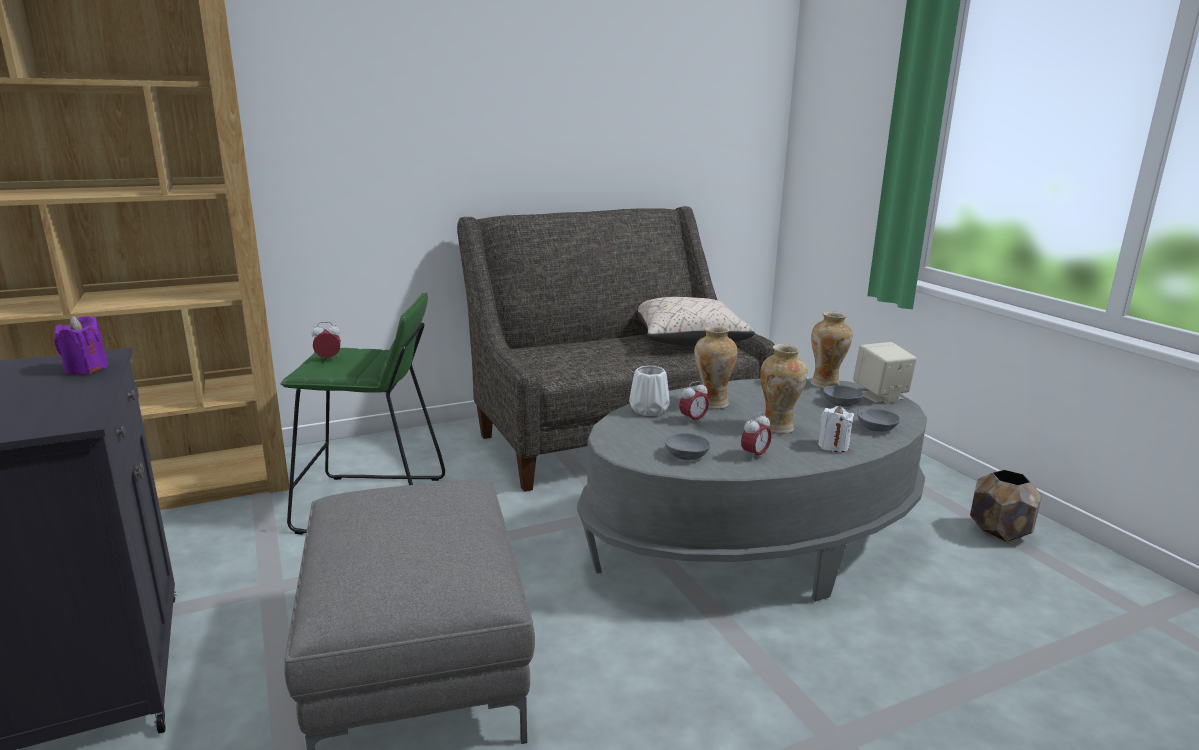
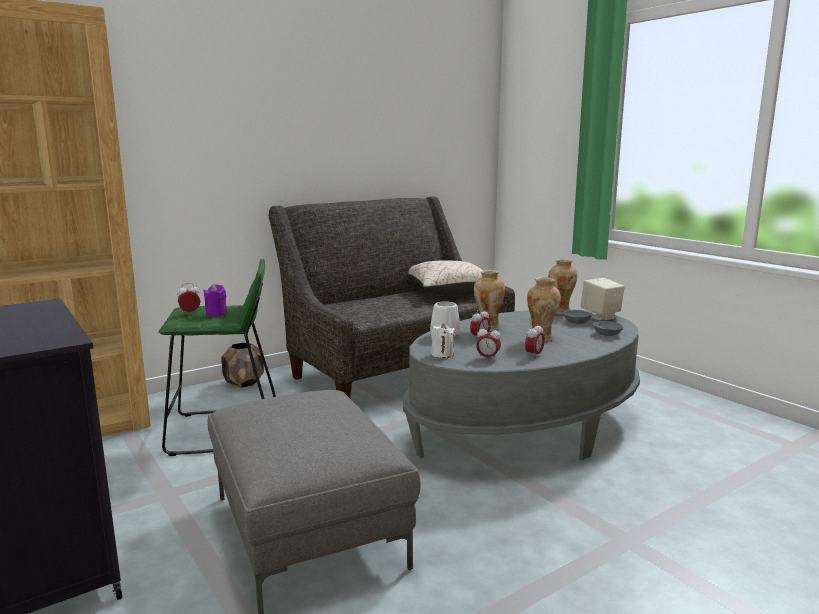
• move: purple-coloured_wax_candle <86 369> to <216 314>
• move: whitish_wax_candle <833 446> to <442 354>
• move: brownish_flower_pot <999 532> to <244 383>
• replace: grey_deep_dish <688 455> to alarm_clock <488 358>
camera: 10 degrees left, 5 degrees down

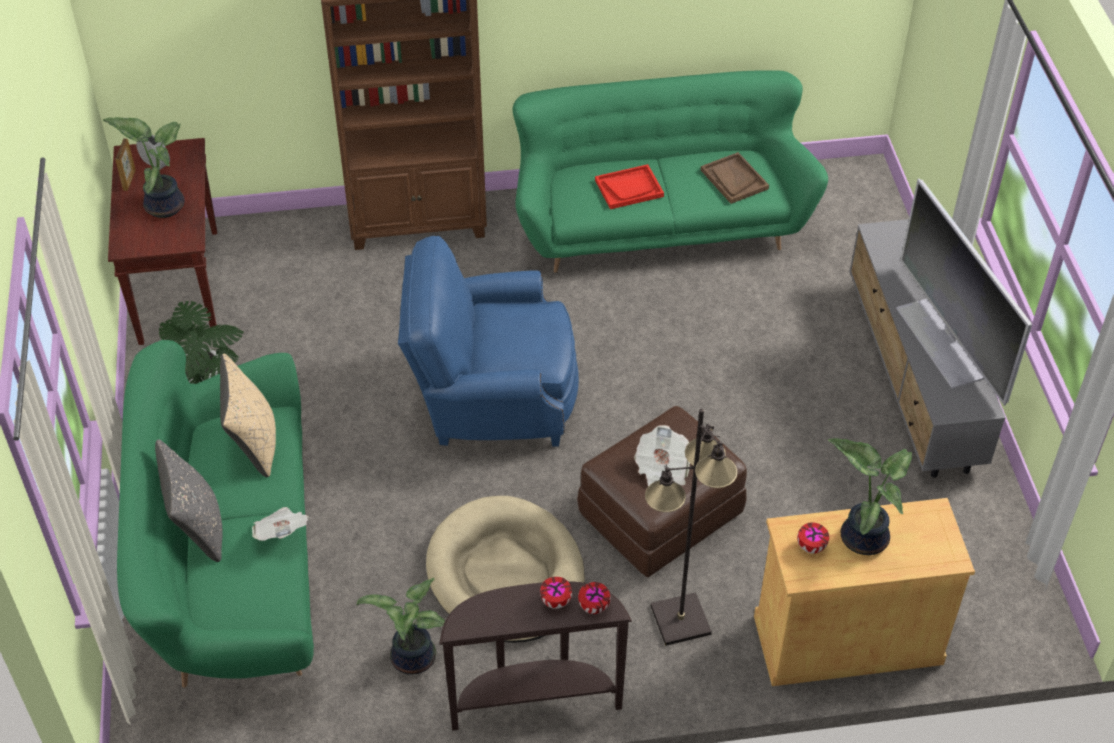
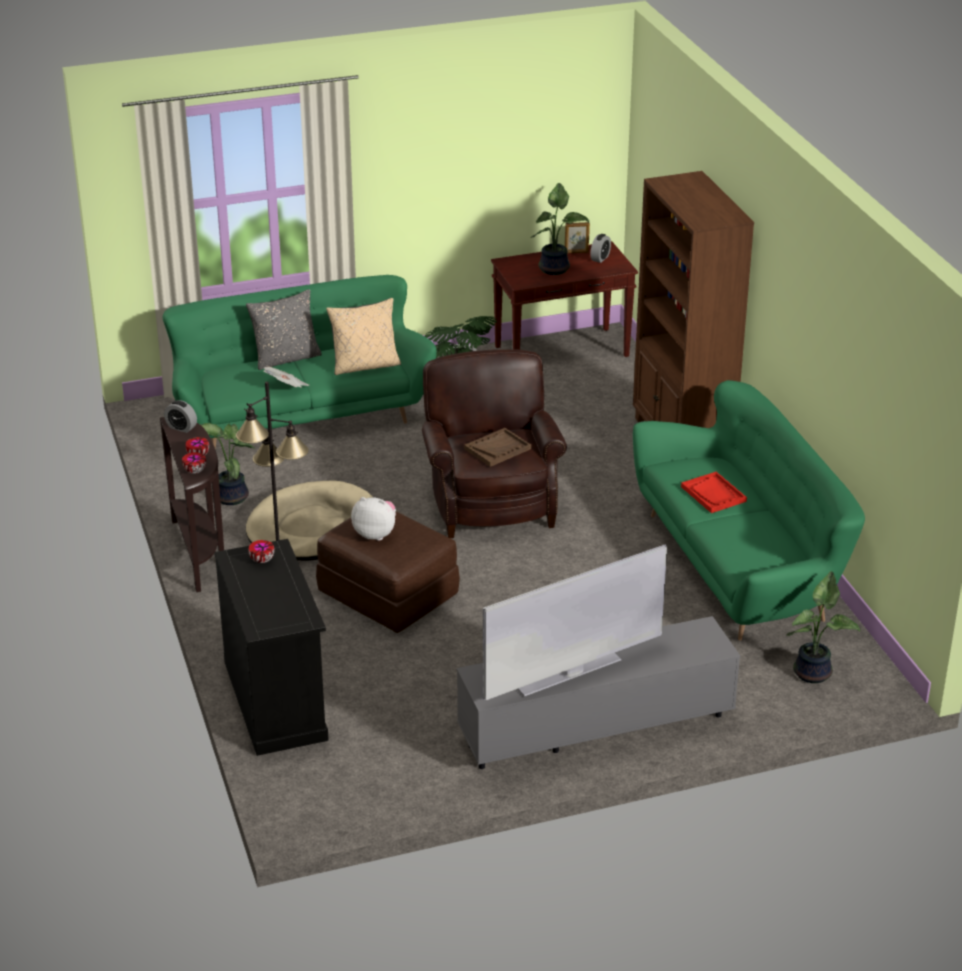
• insert: alarm_clock <181 427>
• move: brownish_carrying_tray <734 179> to <497 449>
• move: potted_plant <863 536> to <814 672>
• replace: newspaper <662 470> to cuddly_toy <375 534>
• recolor: blue-coloured_armchair <492 398> to brownish_armchair <491 501>
• recolor: beige_cupboard <847 639> to black_cupboard <276 700>
camera: 80 degrees right, 15 degrees down

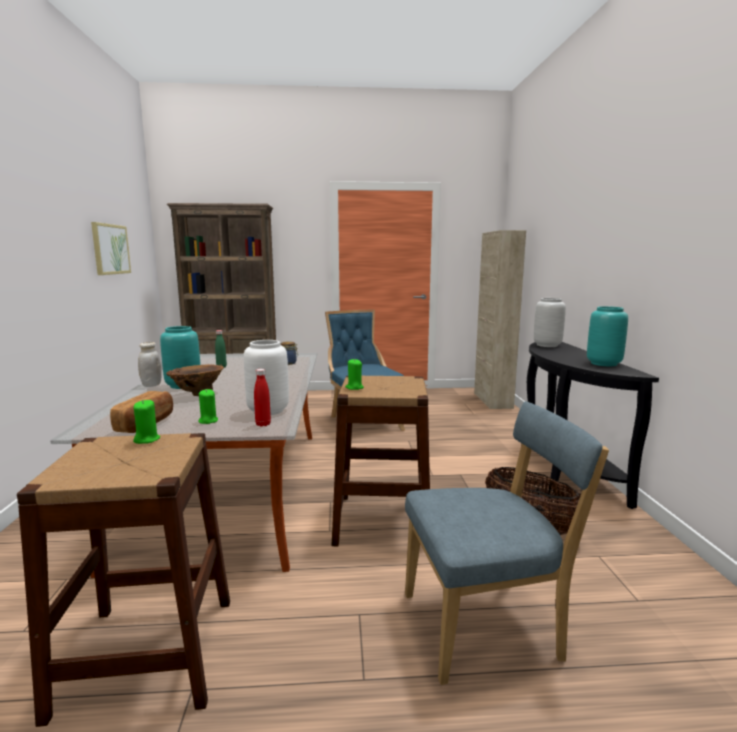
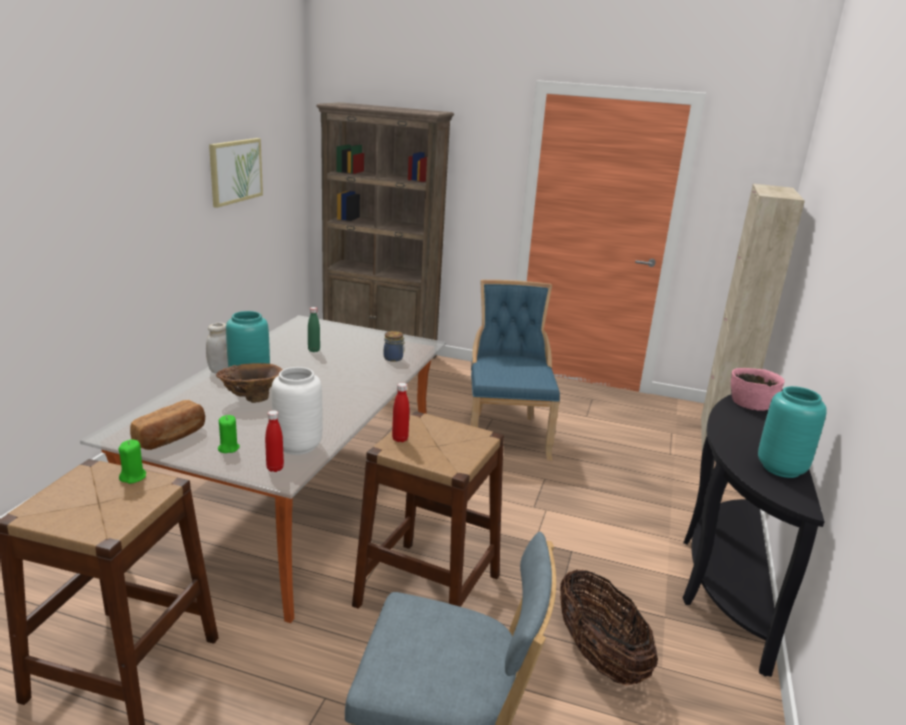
• replace: green_wax_candle <354 387> to red-coloured_bottle <400 439>
• replace: grey_vase <546 345> to pink-coloured_deep_dish <750 403>
camera: 20 degrees right, 10 degrees up

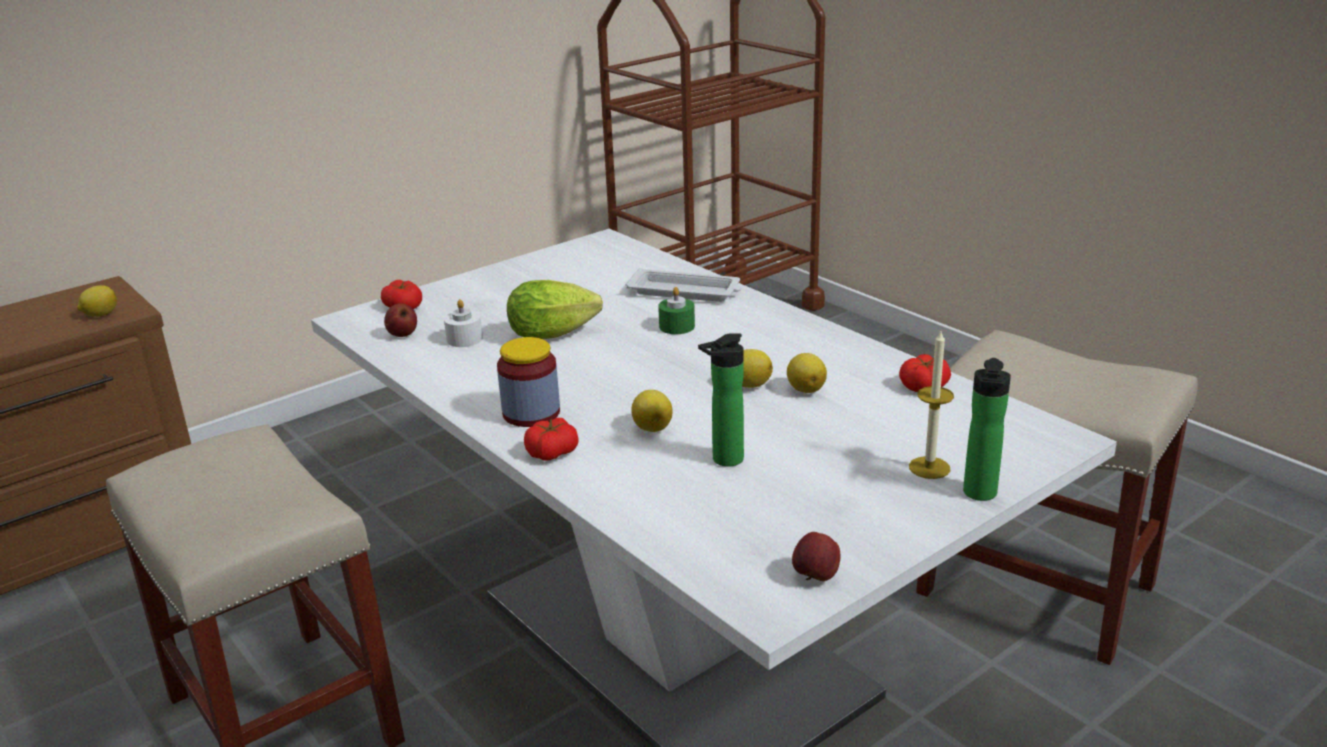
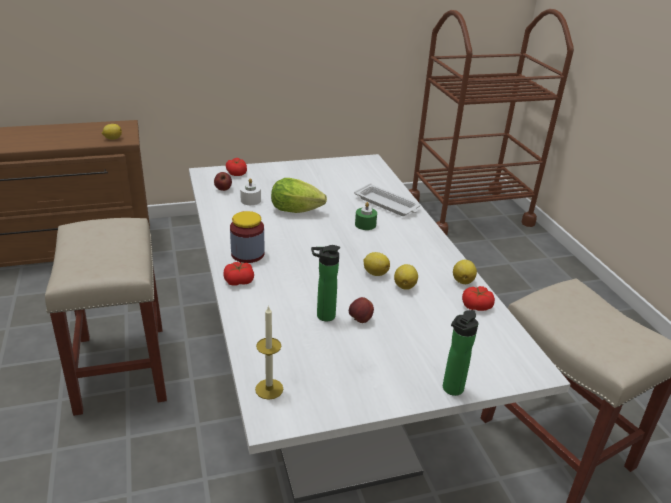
• move: whole_lemon <652 427> to <463 281>
• move: apple_fruit <815 577> to <360 320>
• move: wax_candle <929 467> to <269 389>
camera: 20 degrees right, 5 degrees up

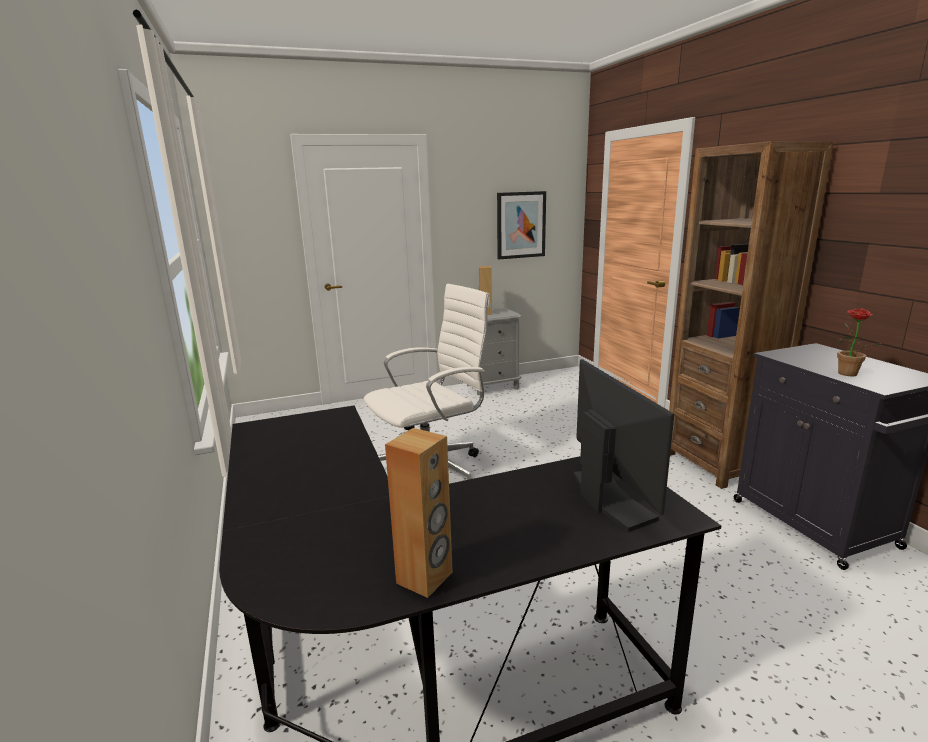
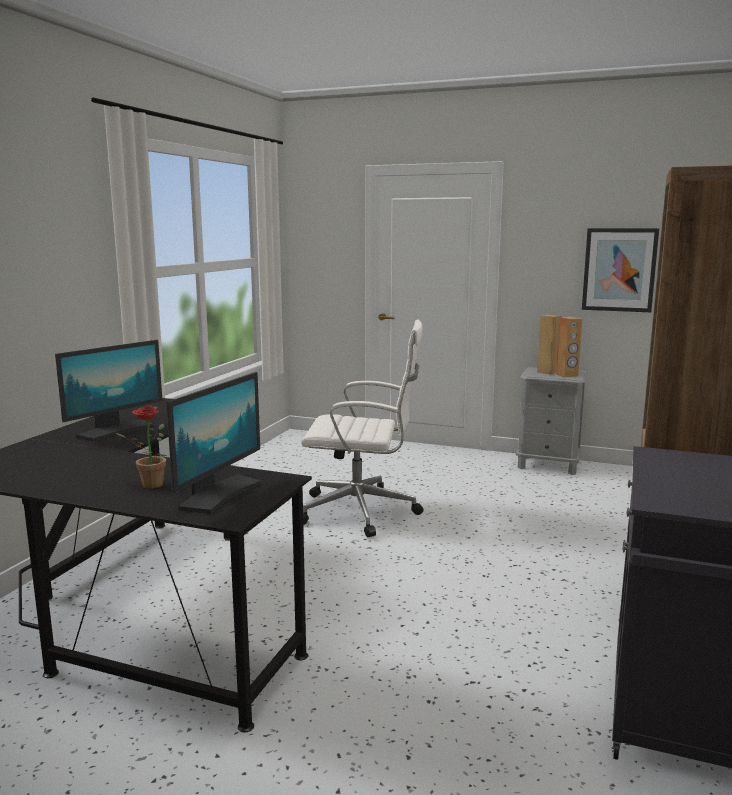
• insert: monitor <115 431>
• move: brownish_speaker <425 578> to <567 375>
• move: potted_plant <847 375> to <147 485>
camera: 40 degrees right, 5 degrees down

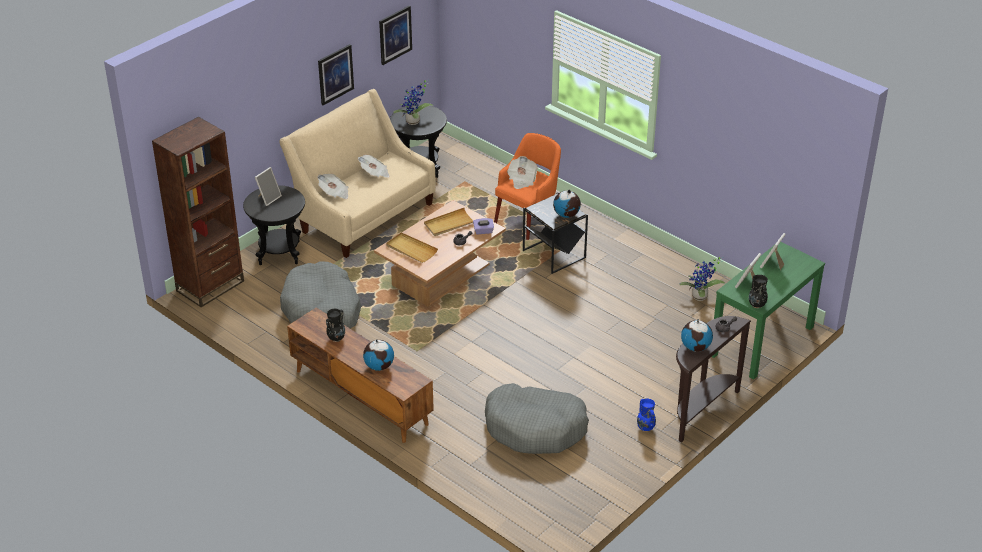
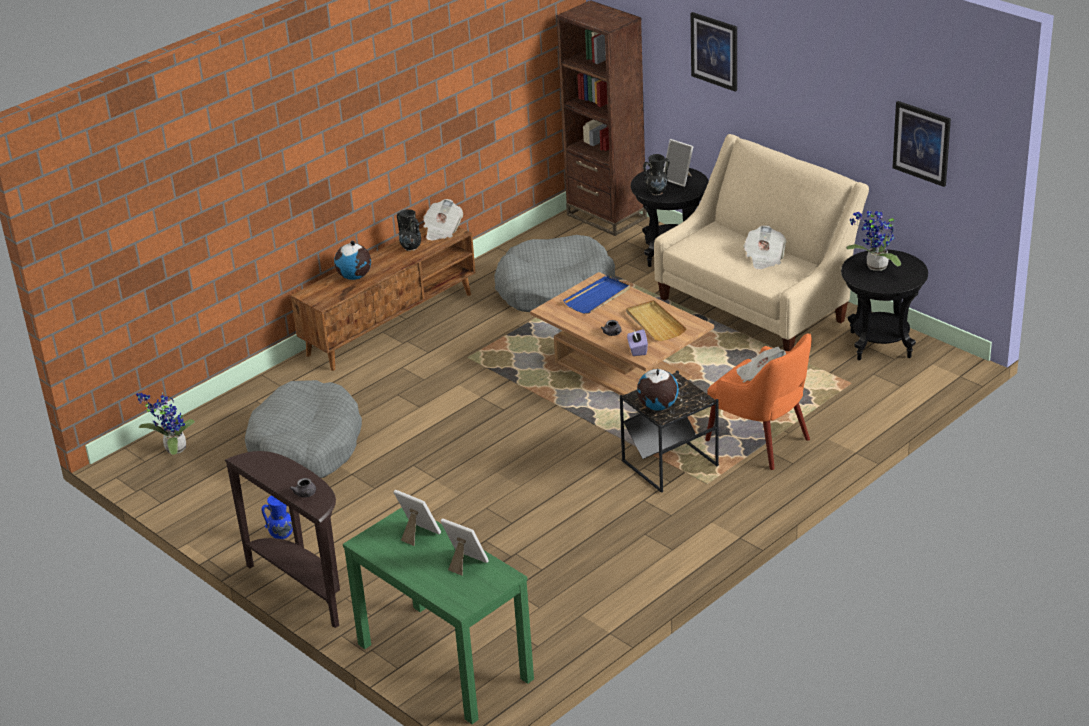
• delete: world_globe <695 347>
• move: newspaper <334 193> to <442 230>
• move: wall_art <335 74> to <714 51>
• move: potted_plant <700 298> to <172 449>
• move: black_vase <757 305> to <657 192>
• recolor: beige_carrying_tray <411 249> to blue-coloured_carrying_tray <598 297>
camera: 95 degrees right, 5 degrees down

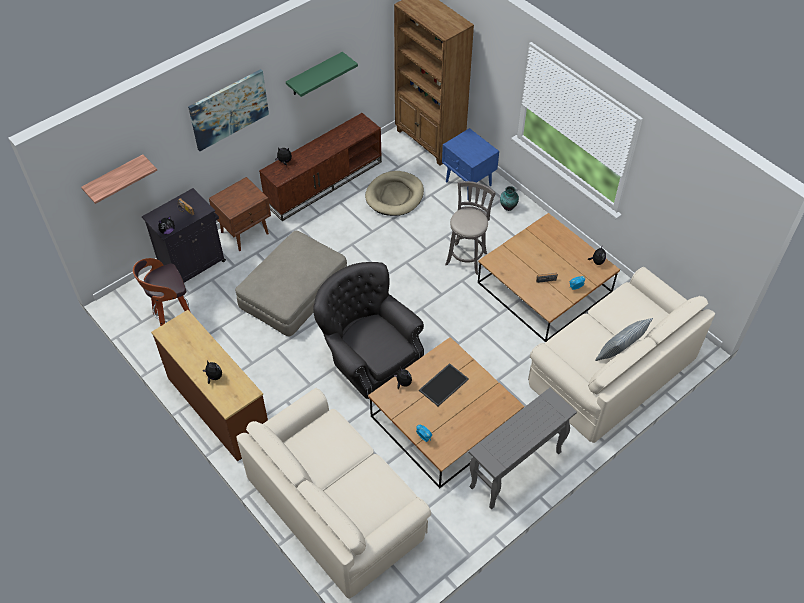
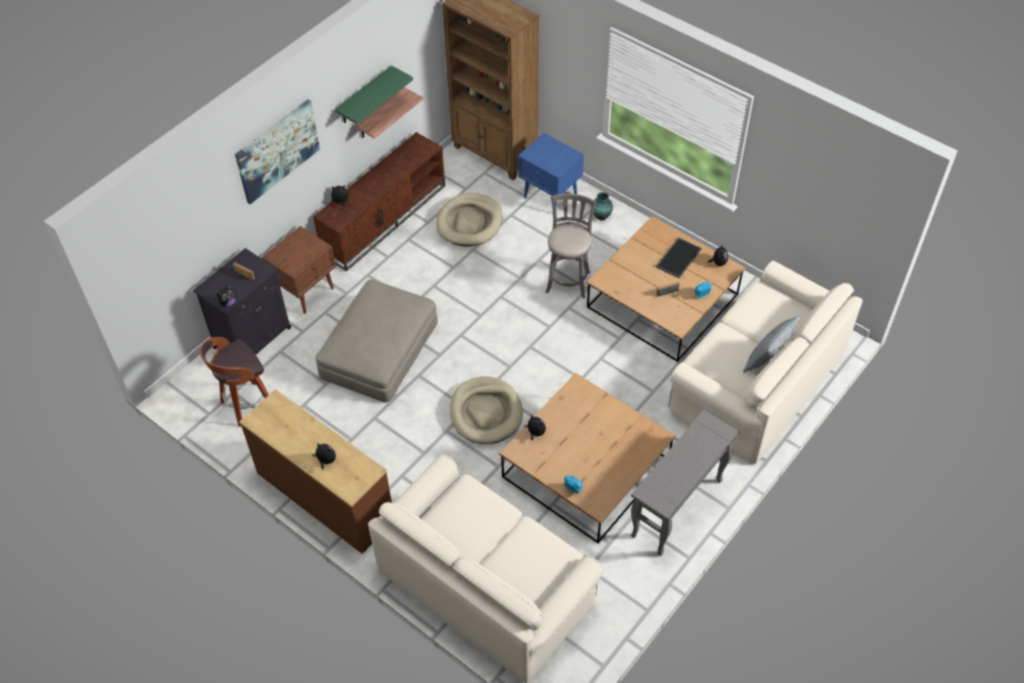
• move: bracket_shelf <115 178> to <379 114>
• move: carrying_tray <443 384> to <678 257>
• replace: grey_armchair <370 359> to beige_pet_bed <486 412>
camera: 10 degrees left, 0 degrees up

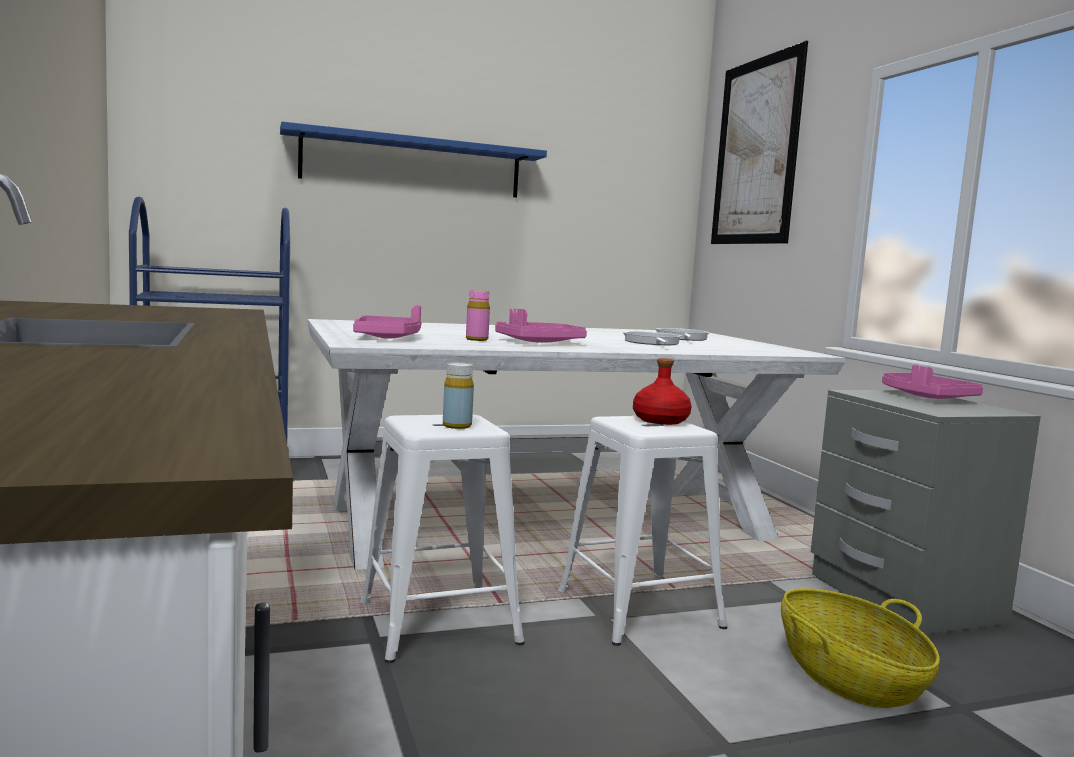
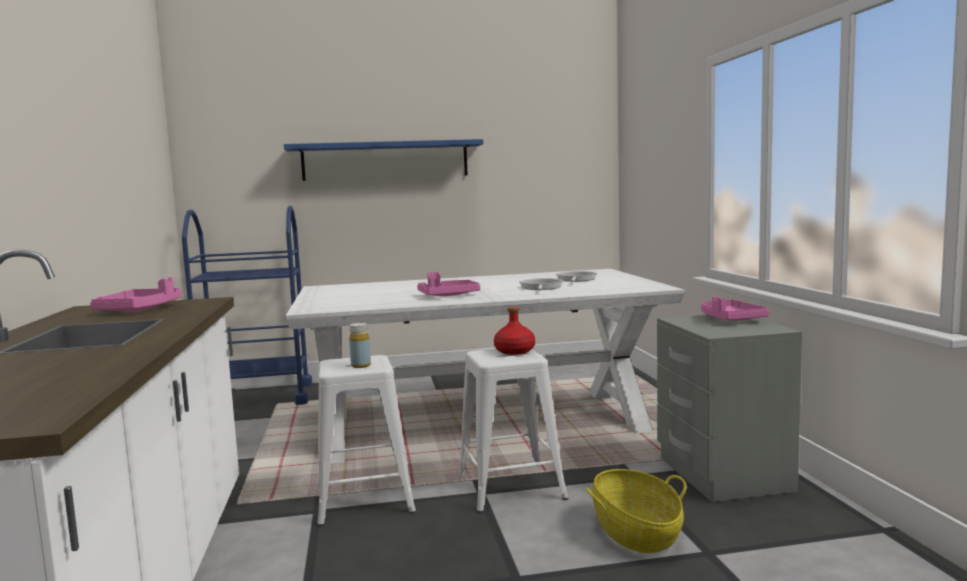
• delete: pink-coloured_bottle <477 339>
• delete: wall_art <756 151>
• move: pink-coloured_carrying_tray <388 338> to <140 310>
camera: 10 degrees right, 0 degrees up

